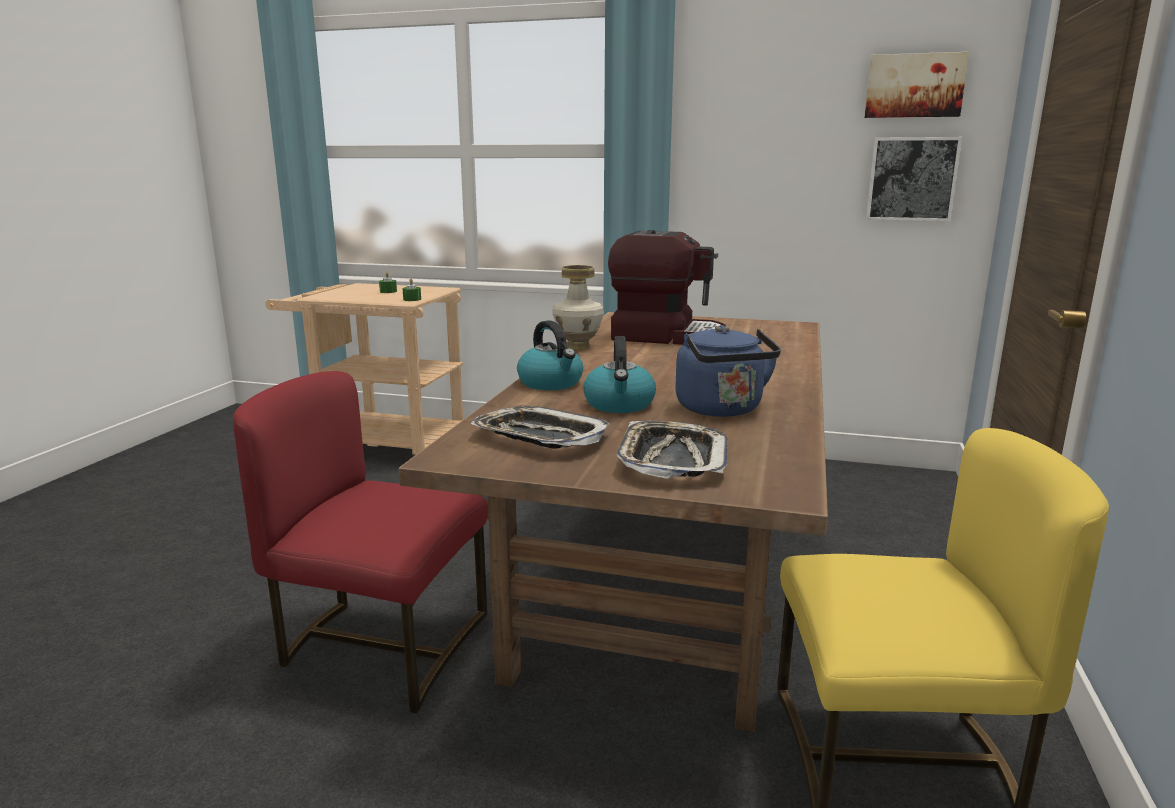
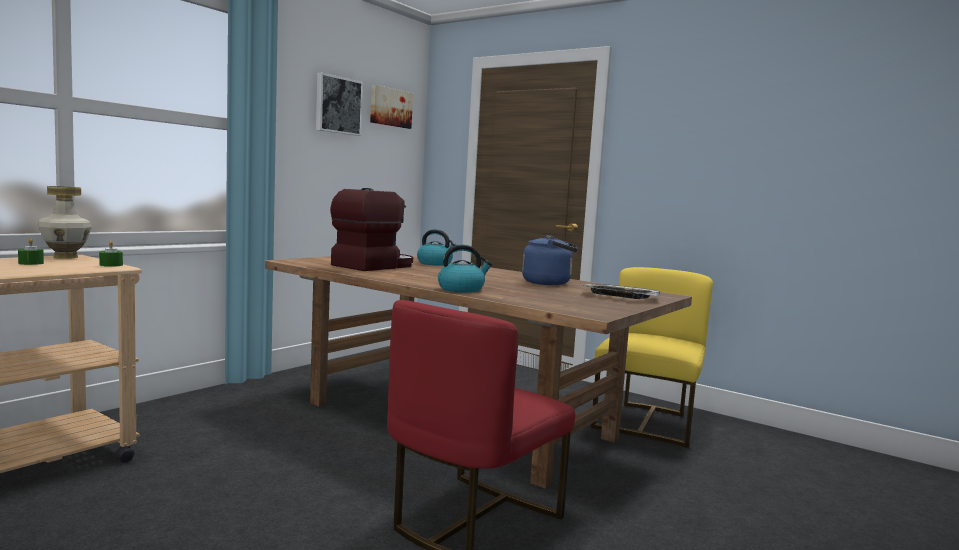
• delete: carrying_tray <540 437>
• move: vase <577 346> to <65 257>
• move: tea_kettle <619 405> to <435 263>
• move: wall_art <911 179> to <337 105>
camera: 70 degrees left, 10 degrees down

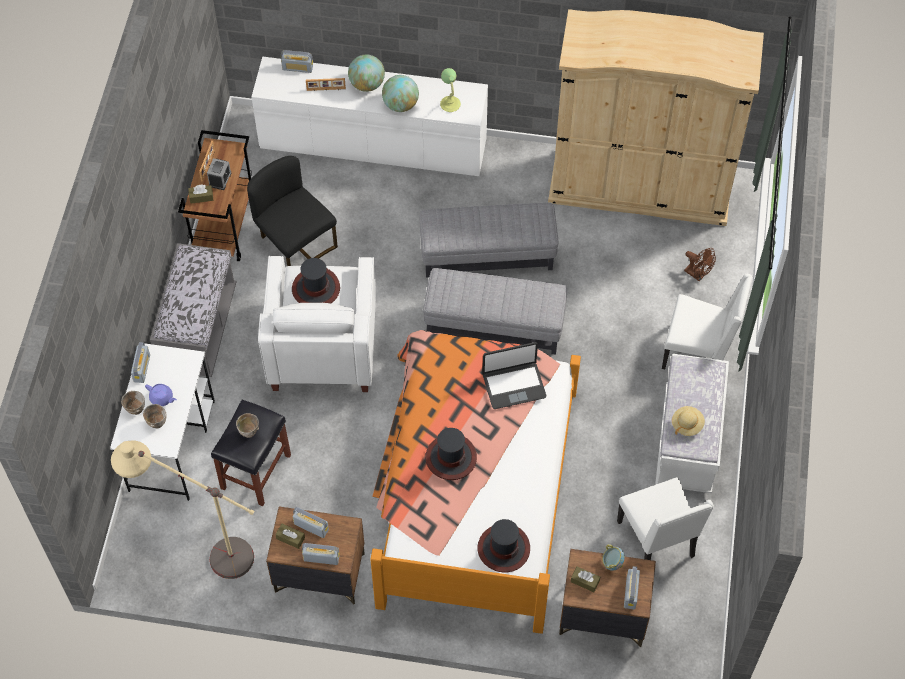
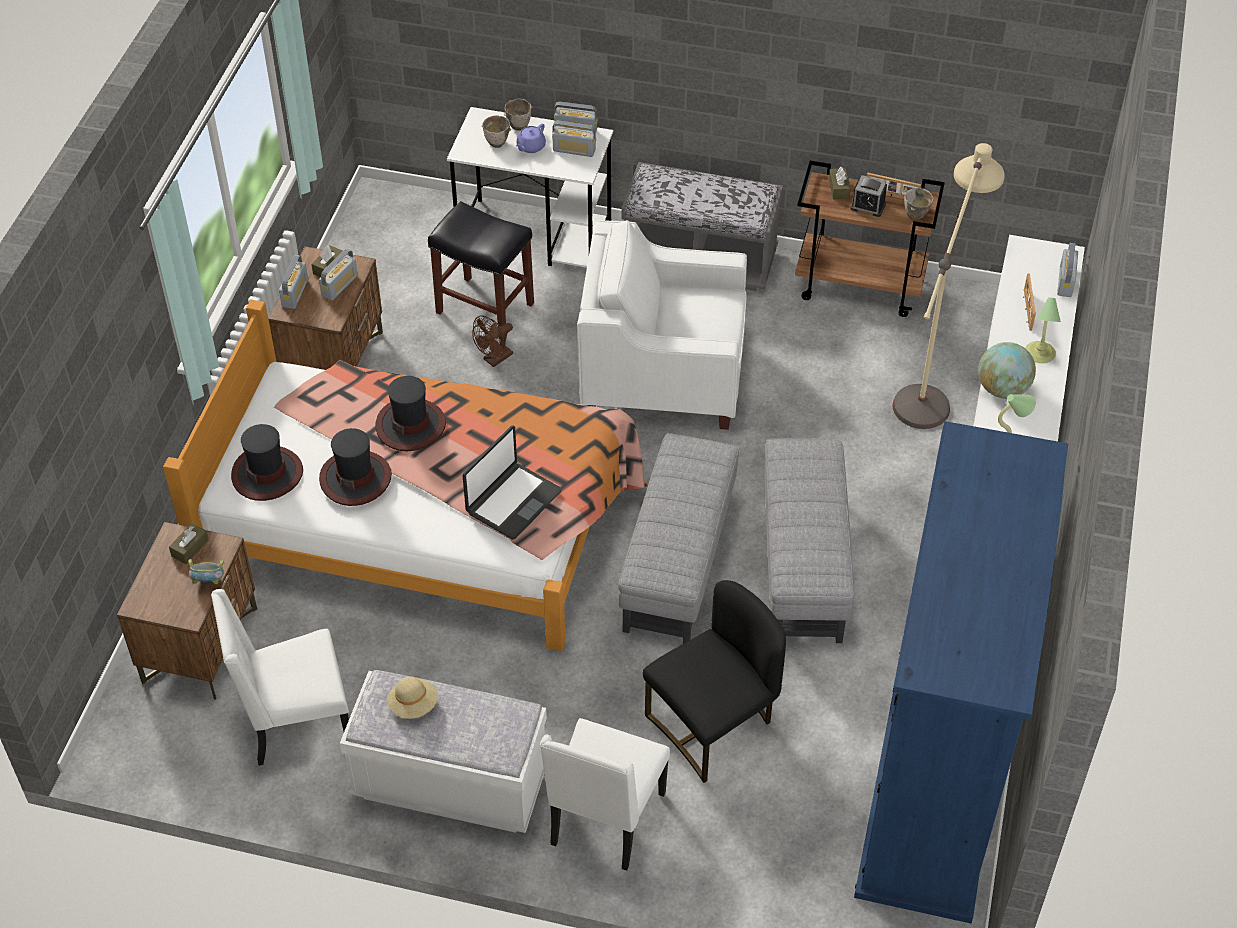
• move: beige_standing_lamp <202 549> to <932 379>
• move: deep_dish <249 433> to <915 216>
• move: black_plain_chair <295 244> to <713 724>
• move: hat <315 288> to <355 478>
• move: radio <631 592> to <574 150>
• move: brownish_cooling_fan <697 274> to <495 359>
• replace: world_globe <367 84> to tabletop_lamp <1039 354>
• recolor: beige_wardrobe <640 187> to blue-coloured_wardrobe <935 779>
• rotate: notebook_computer <514 385> = <513 501> 135 degrees counterclockwise
camera: 95 degrees right, 10 degrees down

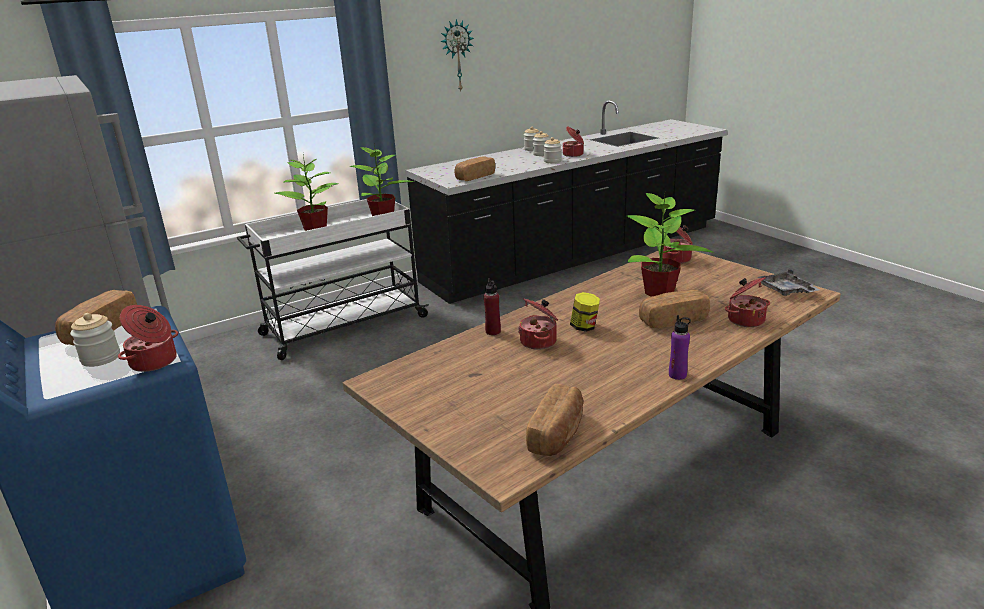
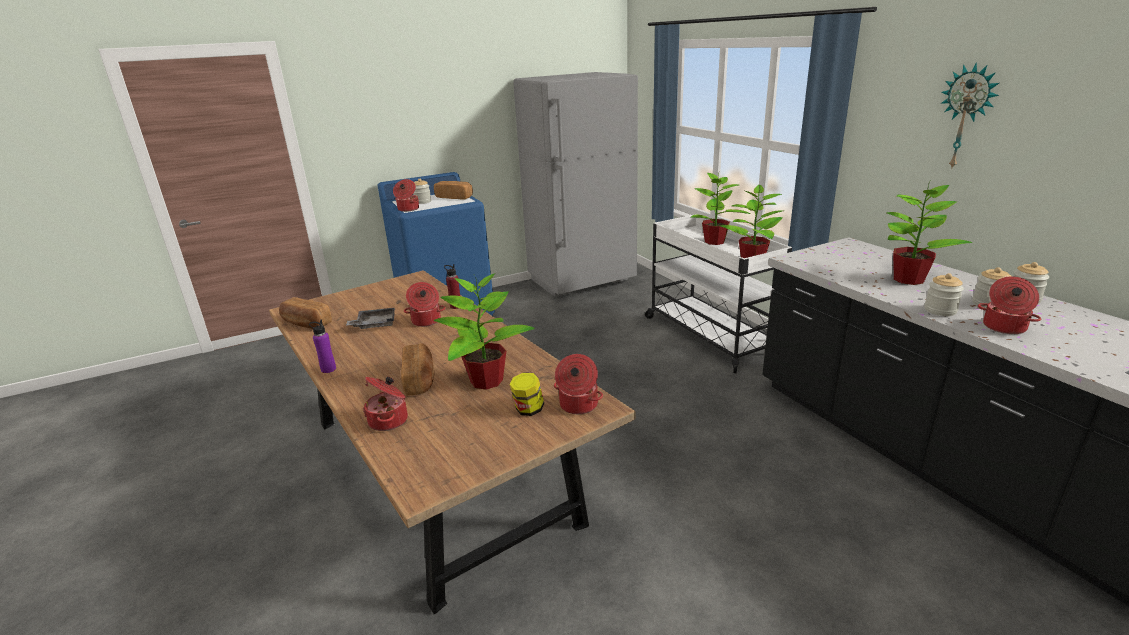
• delete: baked_bread <474 177>
• insert: potted_plant <909 279>
• move: preserve_jar <584 327> to <528 410>
• move: grey_carrying_tray <786 291> to <375 324>
camera: 95 degrees right, 0 degrees up

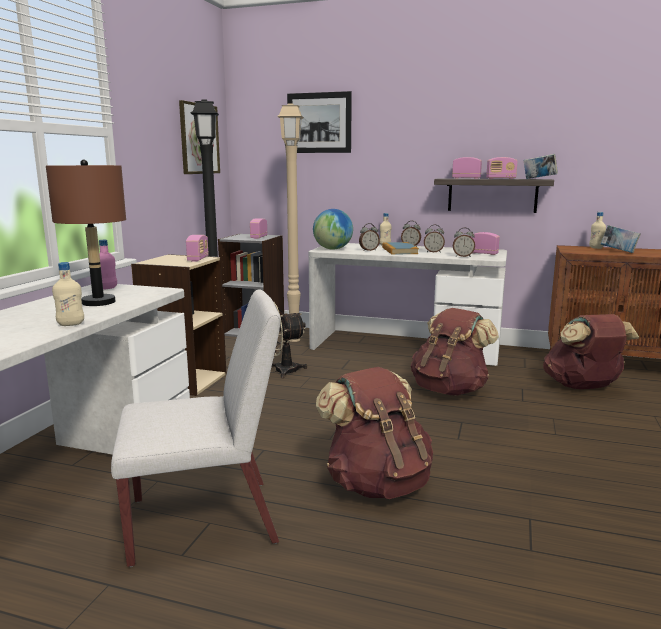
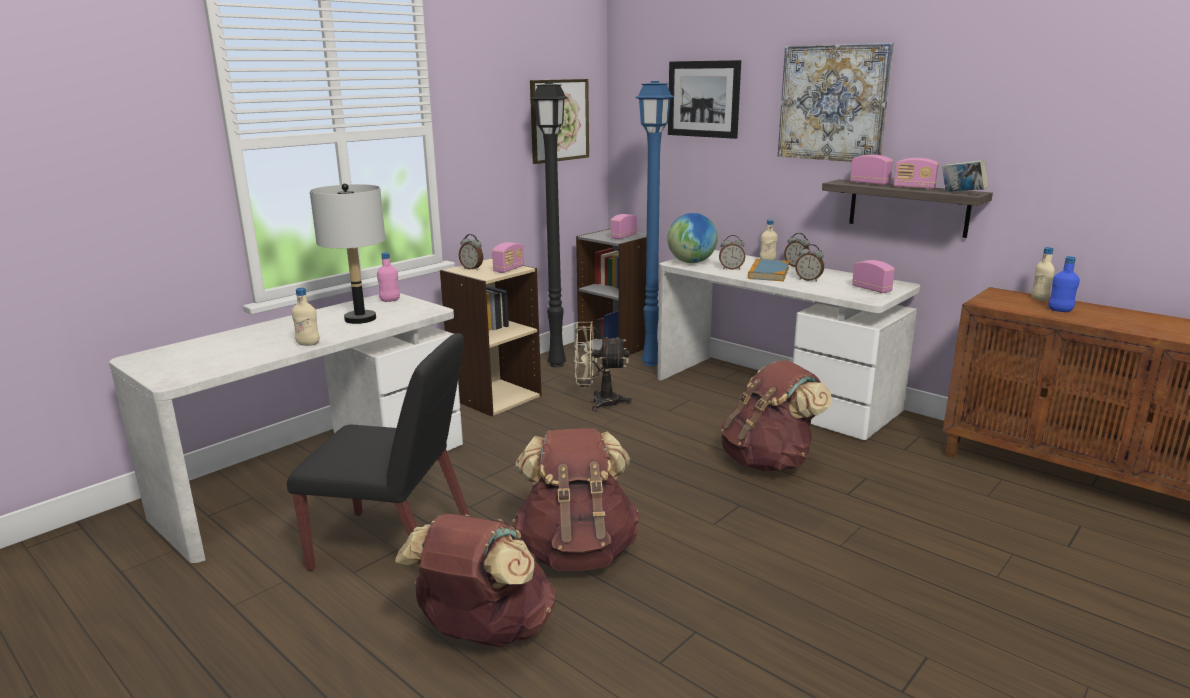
• insert: wall_art <833 103>
• move: alarm_clock <463 256> to <472 268>
• move: brownish_rucksack <583 387> to <484 632>
• replace: bound_book <618 251> to blue-coloured_bottle <1060 310>
• recolor: brownish_tabletop_lamp <98 302> to grey_tabletop_lamp <360 319>
• recolor: whitish_plain_chair <205 520> to black_plain_chair <395 546>
• recolor: beige_standing_lamp <295 339> to blue-coloured_standing_lamp <652 363>
camera: 25 degrees right, 5 degrees up

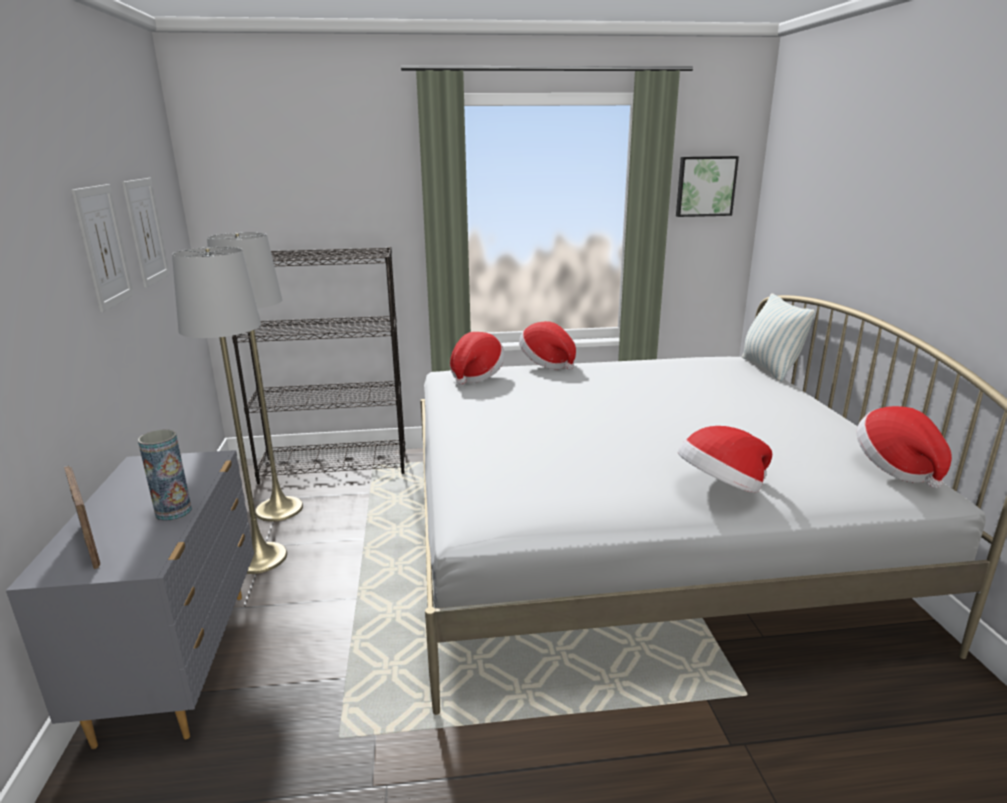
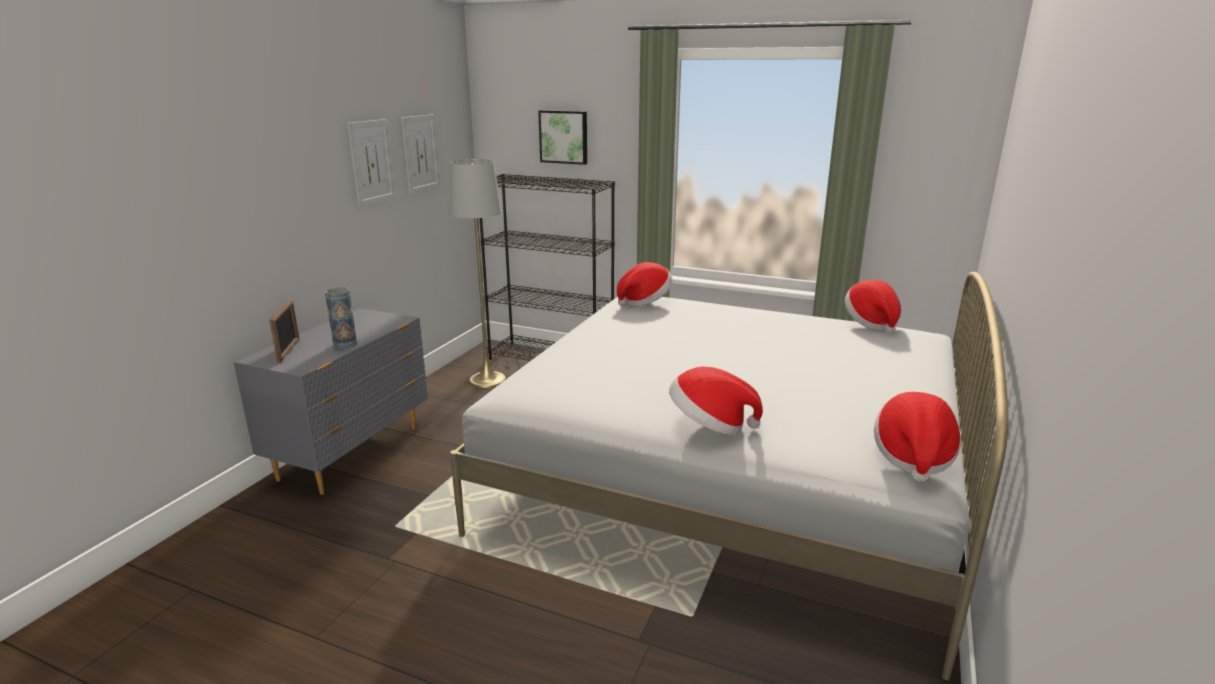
• delete: grey_standing_lamp <260 558>
• delete: cushion <770 368>
• move: hat <547 363> to <871 323>
• move: wall_art <705 186> to <564 137>
camera: 30 degrees right, 0 degrees up

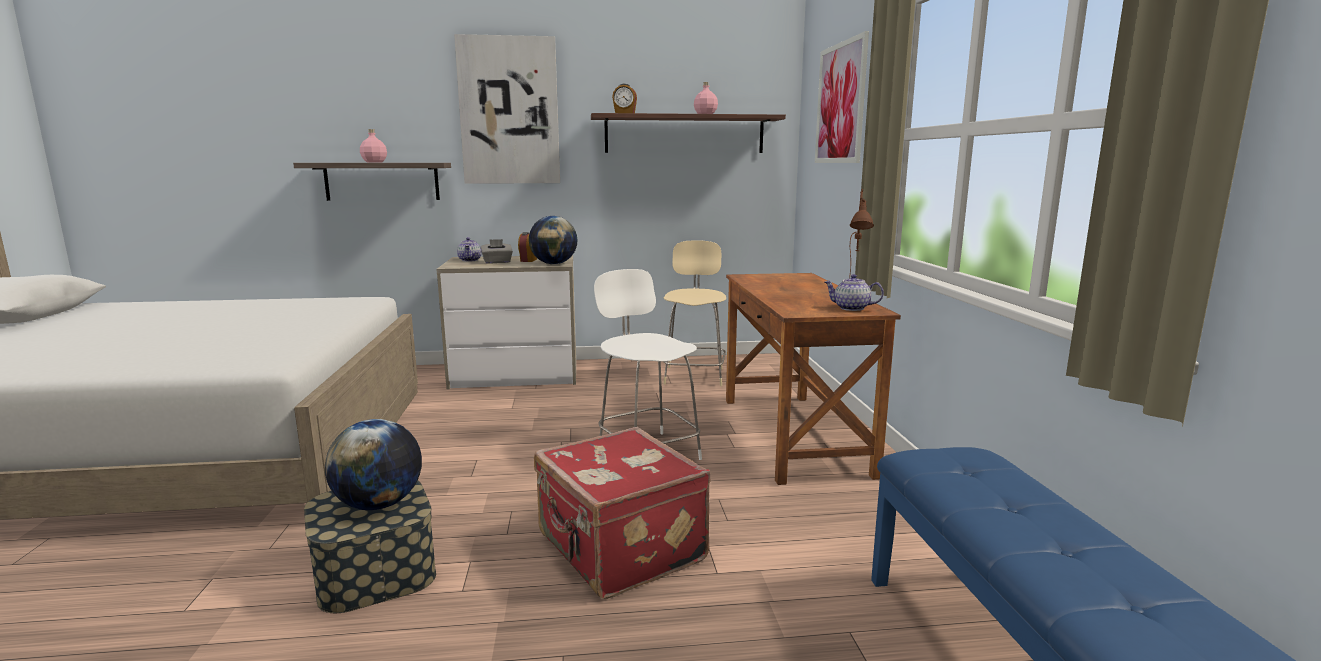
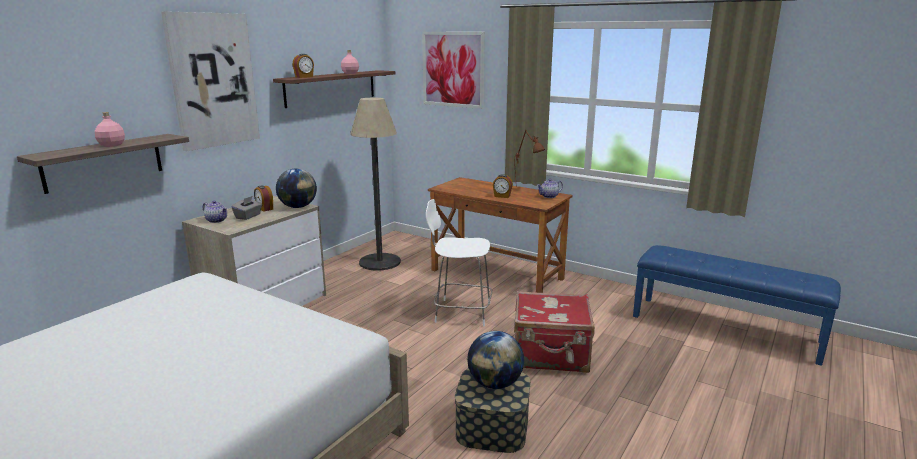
• insert: alarm_clock <502 196>
• replace: beige_plain_chair <694 375> to standing_lamp <380 262>
camera: 50 degrees left, 5 degrees up

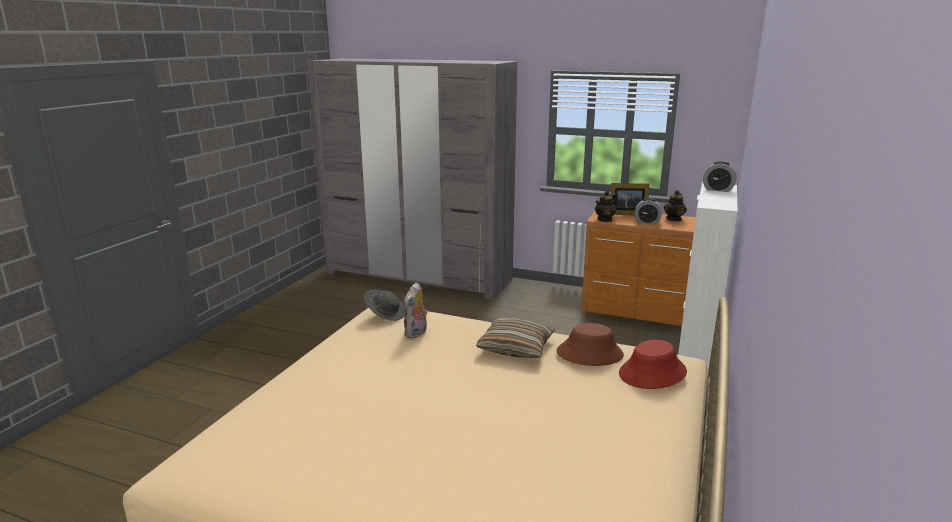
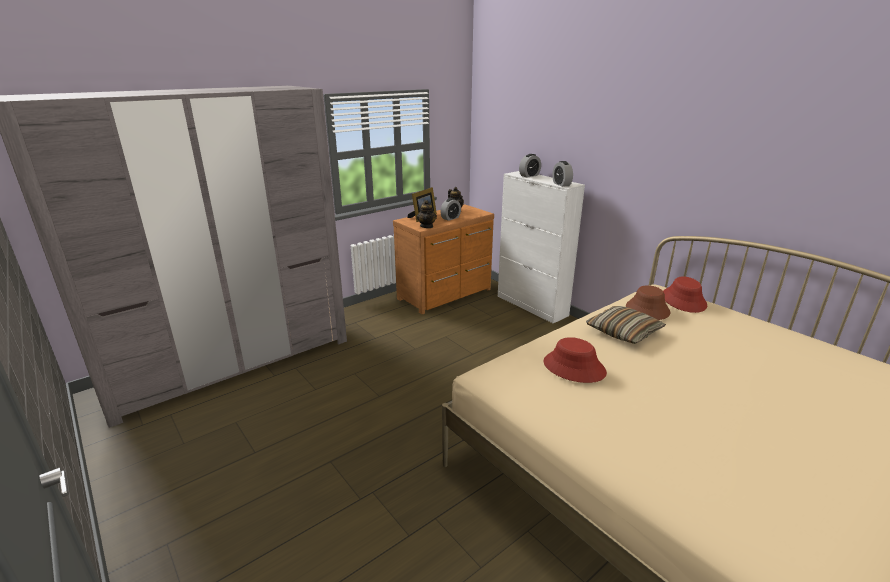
• delete: grey_hat <385 314>
• insert: alarm_clock <561 184>
• replace: cuddly_toy <416 333> to red-coloured_hat <573 367>
camera: 60 degrees left, 5 degrees up

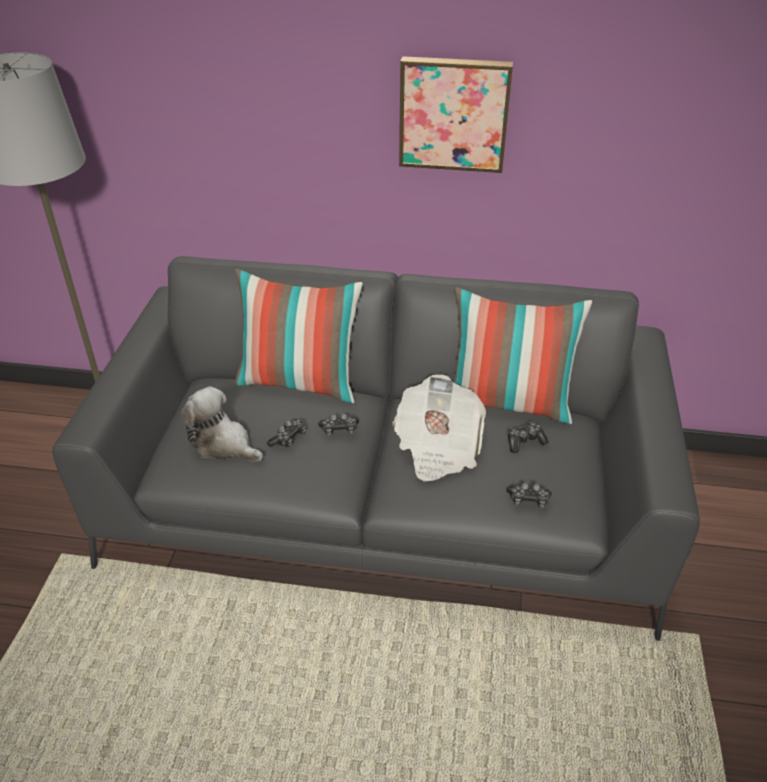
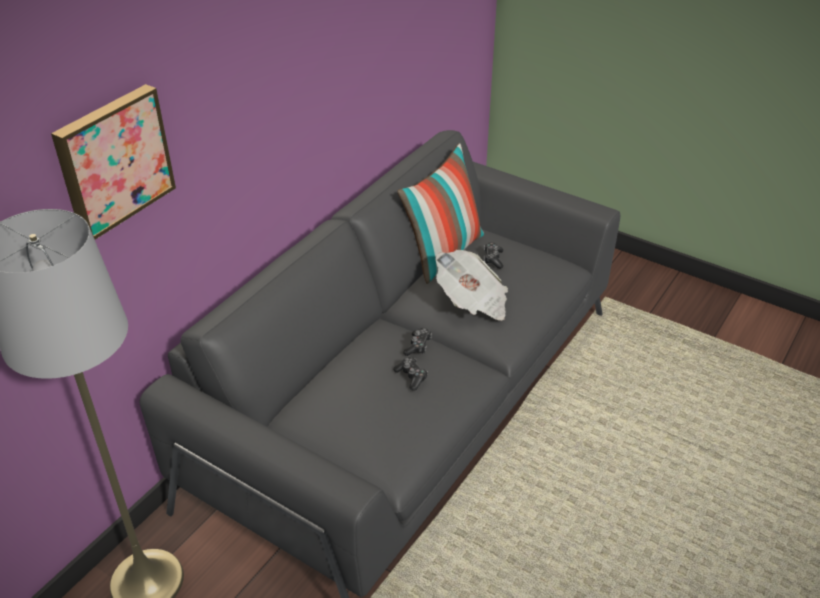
• delete: cuddly_toy <223 444>
• delete: cushion <300 383>
• delete: gamepad <528 500>
• move: wall_art <454 113> to <113 160>
camera: 65 degrees left, 0 degrees up

